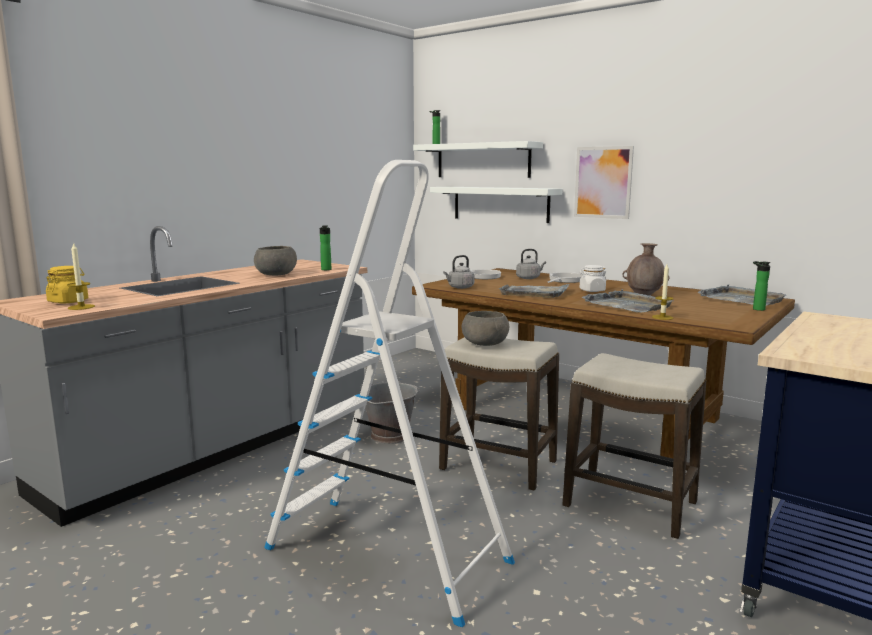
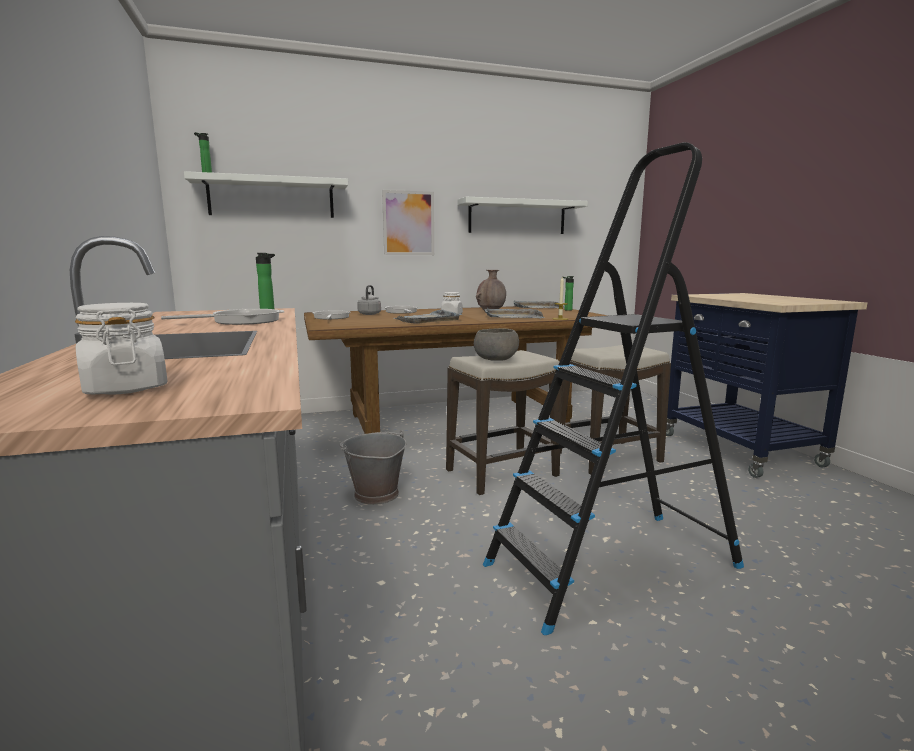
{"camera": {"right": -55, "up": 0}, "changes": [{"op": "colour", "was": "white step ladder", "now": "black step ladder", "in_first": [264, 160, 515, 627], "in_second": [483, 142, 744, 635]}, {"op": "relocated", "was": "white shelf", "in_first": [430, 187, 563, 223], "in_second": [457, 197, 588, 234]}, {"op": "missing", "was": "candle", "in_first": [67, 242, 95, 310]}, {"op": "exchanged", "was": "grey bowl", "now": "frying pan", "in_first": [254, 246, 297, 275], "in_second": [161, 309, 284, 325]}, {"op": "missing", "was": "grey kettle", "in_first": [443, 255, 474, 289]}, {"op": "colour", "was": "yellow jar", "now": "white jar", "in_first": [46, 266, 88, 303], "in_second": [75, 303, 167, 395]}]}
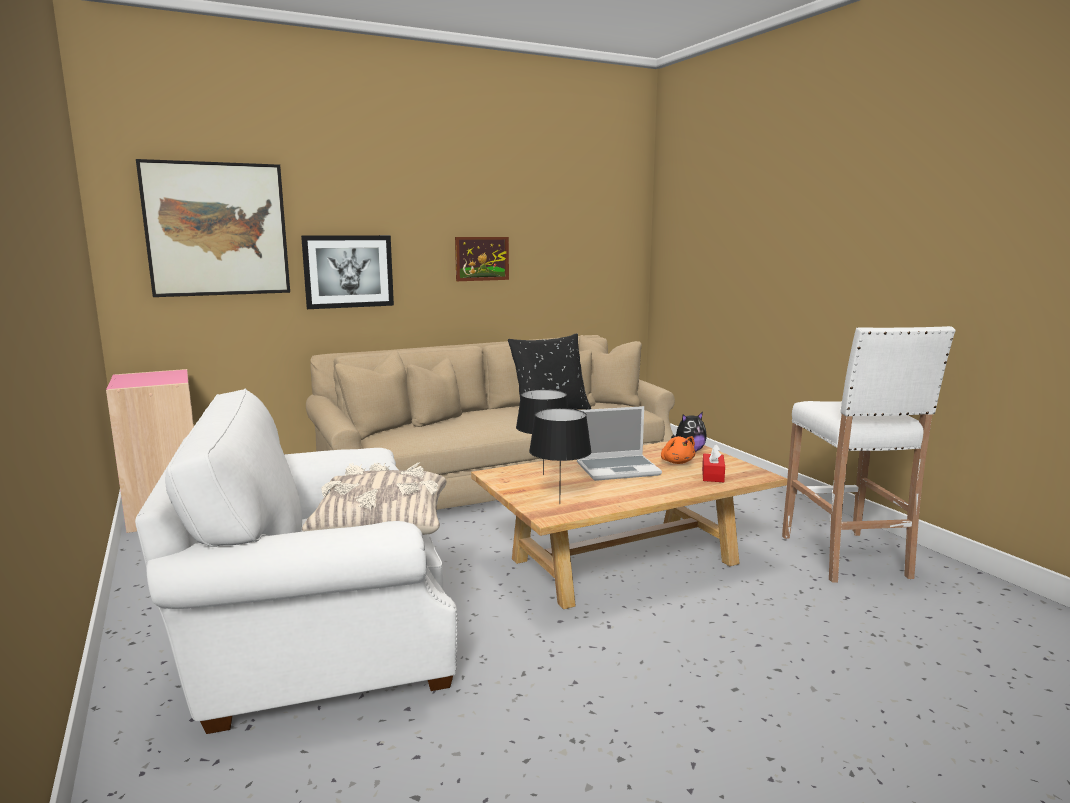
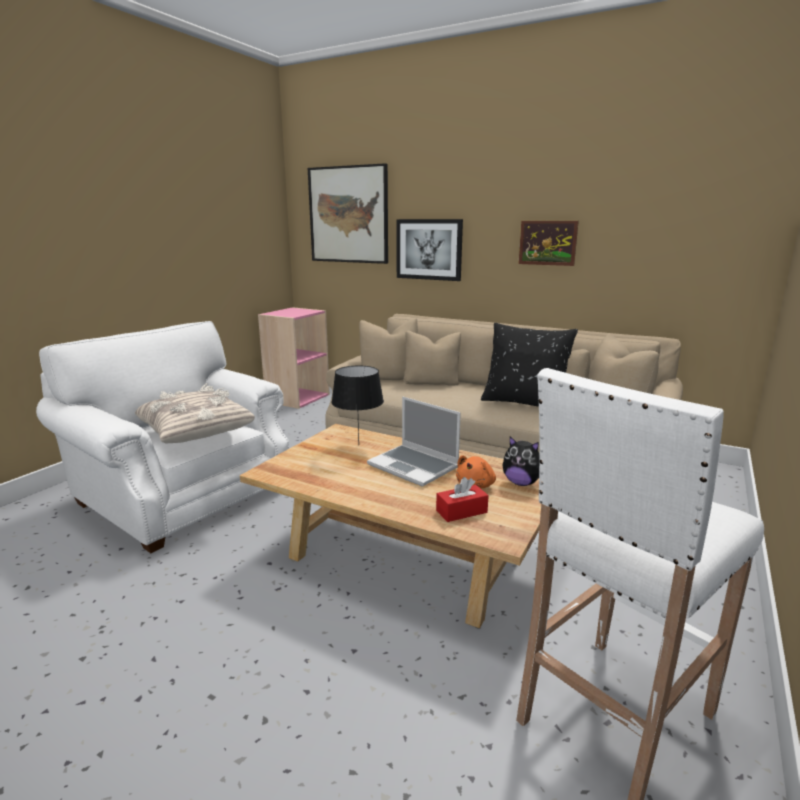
{"camera": {"right": 55, "up": 5}, "changes": [{"op": "missing", "was": "black table lamp", "in_first": [529, 408, 592, 504]}]}
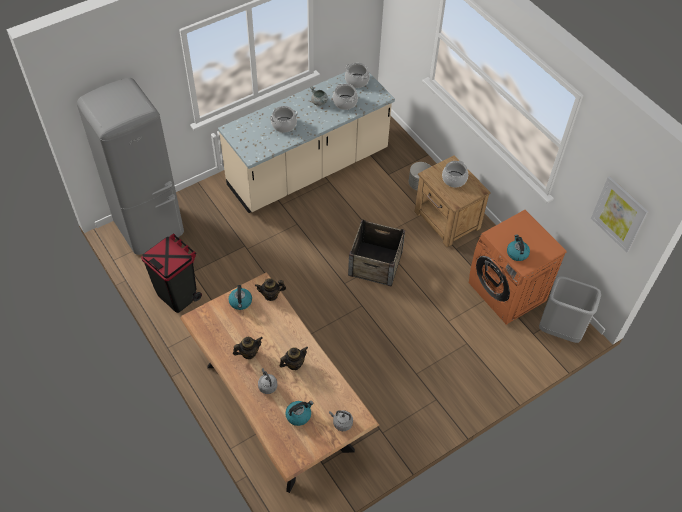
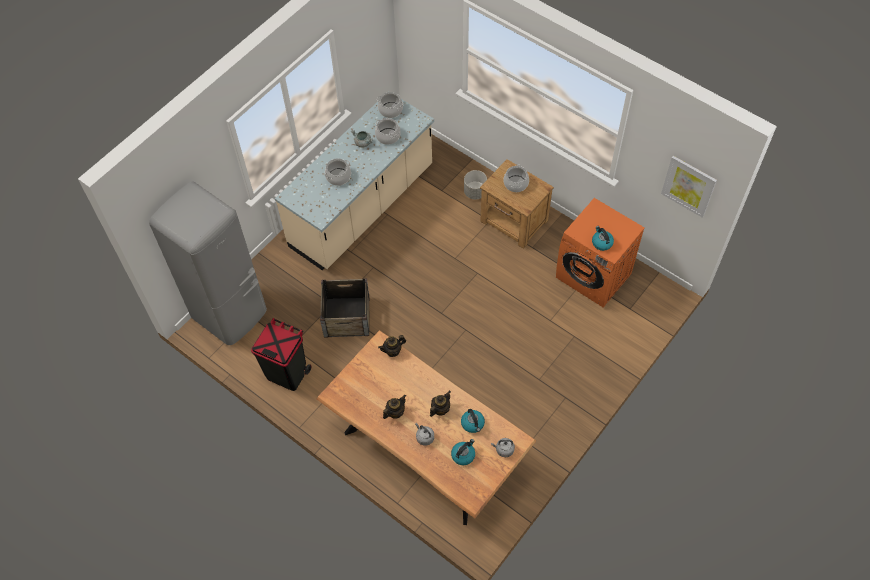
{"camera": {"right": -15, "up": 5}, "changes": [{"op": "relocated", "was": "crate", "in_first": [348, 220, 405, 287], "in_second": [320, 278, 370, 338]}, {"op": "missing", "was": "grey trash can", "in_first": [539, 276, 601, 343]}, {"op": "relocated", "was": "kettle", "in_first": [228, 285, 252, 310], "in_second": [461, 409, 485, 433]}]}
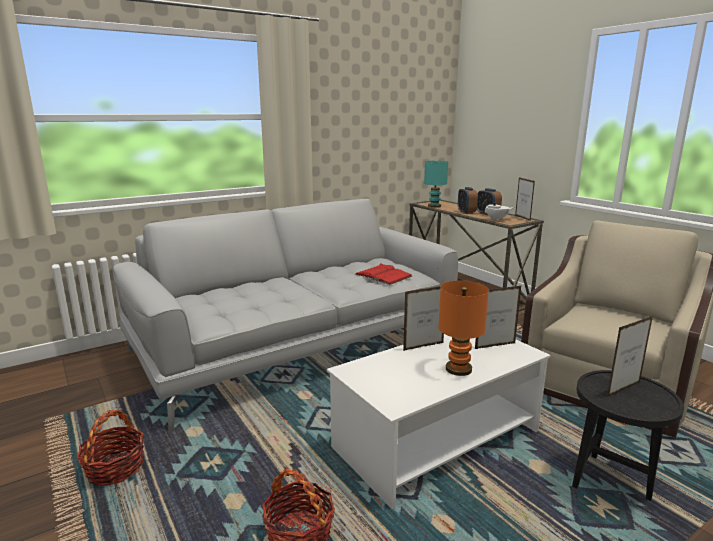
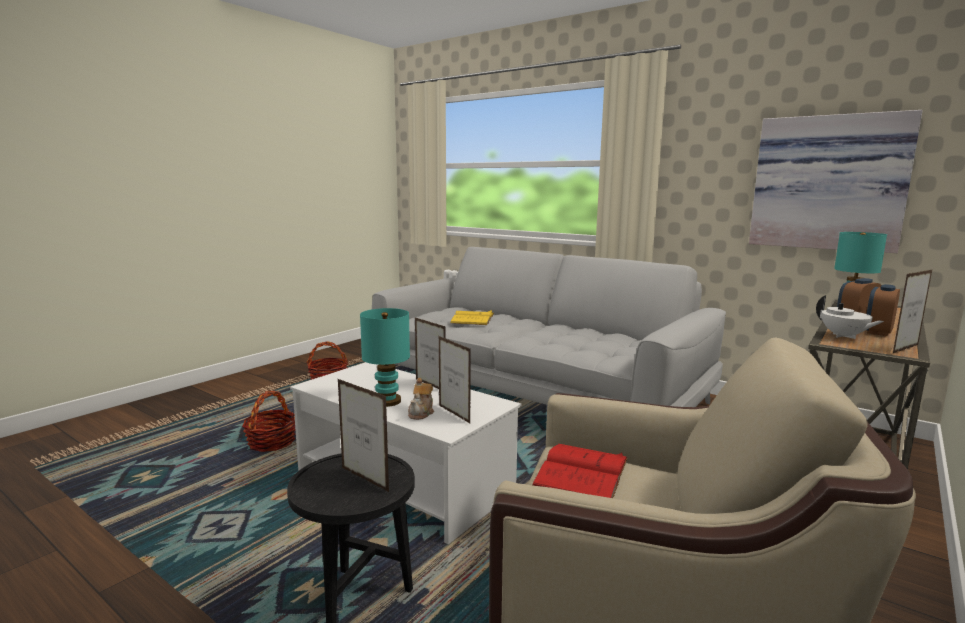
{"camera": {"right": 70, "up": -5}, "changes": [{"op": "relocated", "was": "red book", "in_first": [355, 263, 412, 285], "in_second": [533, 444, 628, 498]}, {"op": "colour", "was": "orange table lamp", "now": "turquoise table lamp", "in_first": [438, 280, 489, 376], "in_second": [360, 308, 410, 407]}, {"op": "appeared", "now": "picture", "in_second": [749, 110, 923, 253]}, {"op": "appeared", "now": "yellow book", "in_second": [450, 310, 494, 325]}, {"op": "appeared", "now": "teapot", "in_second": [408, 378, 434, 420]}]}
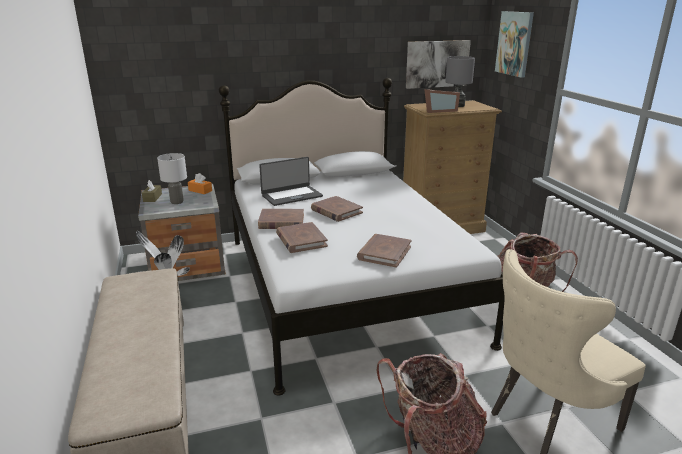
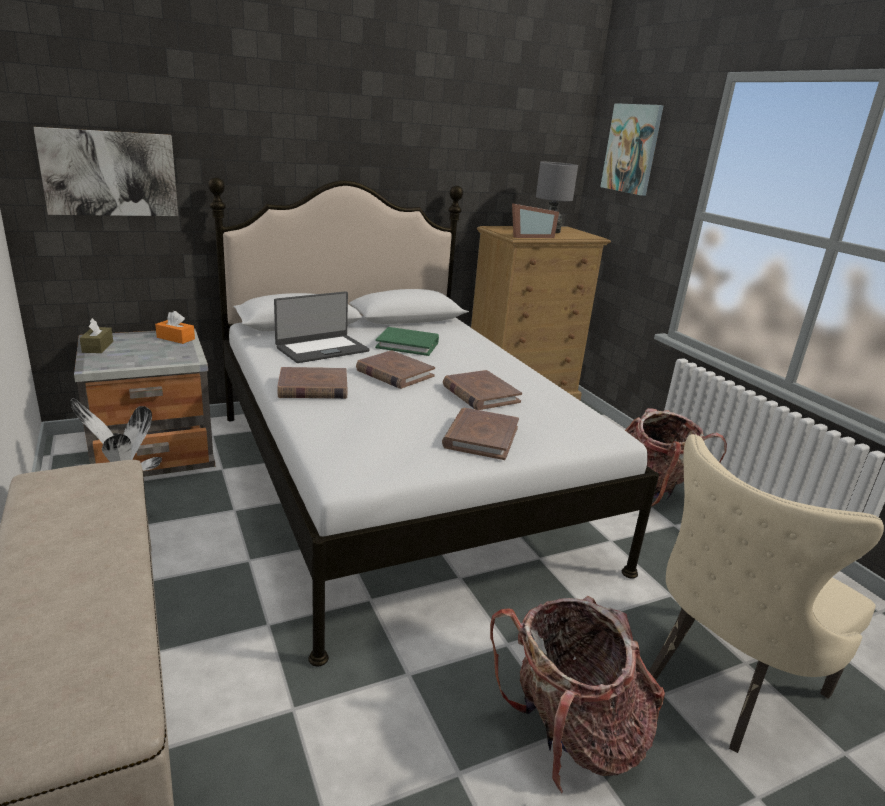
{"camera": {"right": -10, "up": 0}, "changes": [{"op": "relocated", "was": "picture", "in_first": [406, 40, 471, 89], "in_second": [33, 127, 178, 216]}, {"op": "missing", "was": "white table lamp", "in_first": [157, 153, 187, 204]}, {"op": "relocated", "was": "brown book", "in_first": [276, 222, 328, 253], "in_second": [443, 370, 522, 410]}, {"op": "appeared", "now": "green book", "in_second": [375, 327, 439, 356]}]}
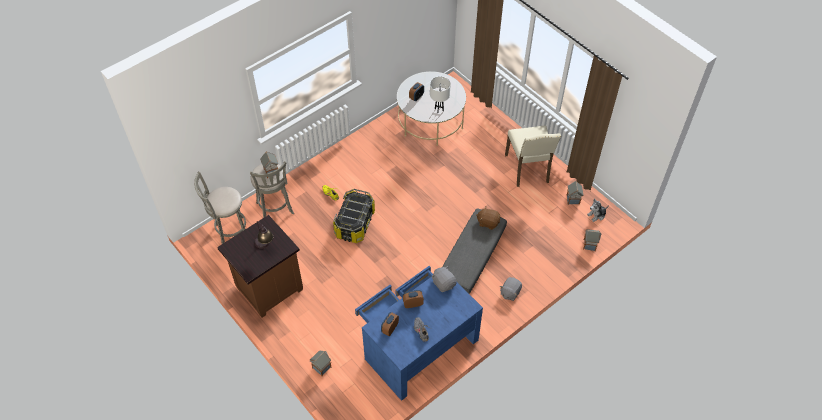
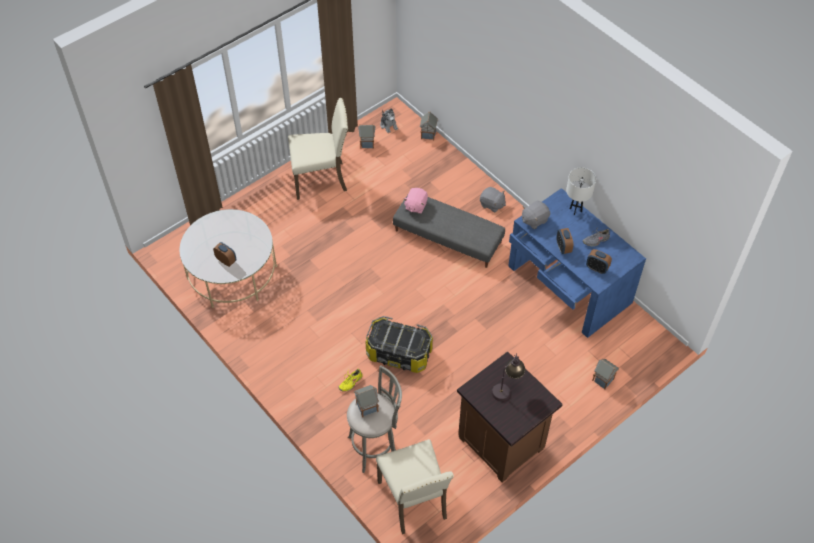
{"camera": {"right": -90, "up": 0}, "changes": [{"op": "relocated", "was": "white table lamp", "in_first": [430, 76, 451, 113], "in_second": [566, 167, 596, 215]}, {"op": "exchanged", "was": "grey stool", "now": "beige chair", "in_first": [194, 172, 246, 244], "in_second": [376, 439, 454, 534]}, {"op": "colour", "was": "brown plush toy", "now": "pink plush toy", "in_first": [476, 207, 500, 230], "in_second": [404, 188, 428, 214]}]}
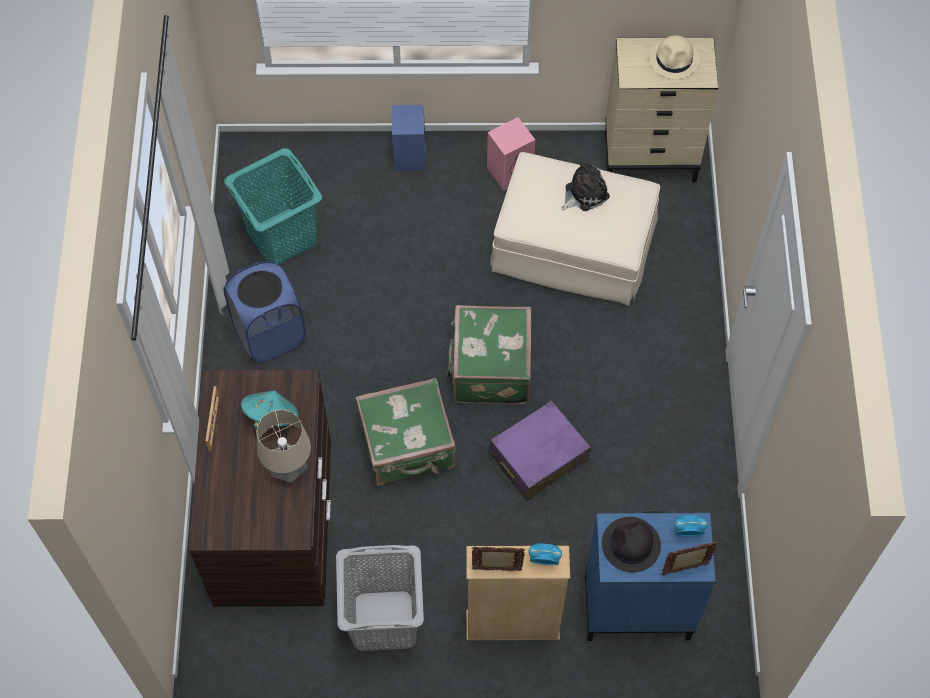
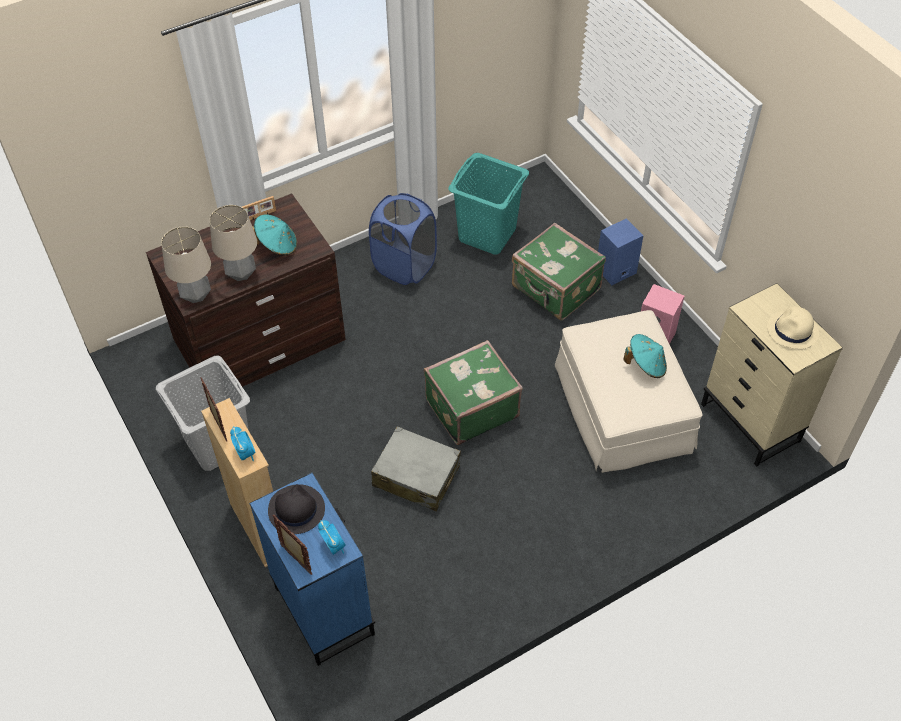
{"camera": {"right": 60, "up": -10}, "changes": [{"op": "exchanged", "was": "plush toy", "now": "turquoise hat", "in_first": [561, 161, 610, 211], "in_second": [624, 334, 667, 378]}, {"op": "relocated", "was": "green suitcase", "in_first": [355, 378, 456, 486], "in_second": [512, 223, 606, 321]}, {"op": "colour", "was": "purple suitcase", "now": "grey suitcase", "in_first": [489, 400, 591, 500], "in_second": [371, 426, 461, 511]}, {"op": "appeared", "now": "table lamp", "in_second": [161, 227, 211, 303]}]}
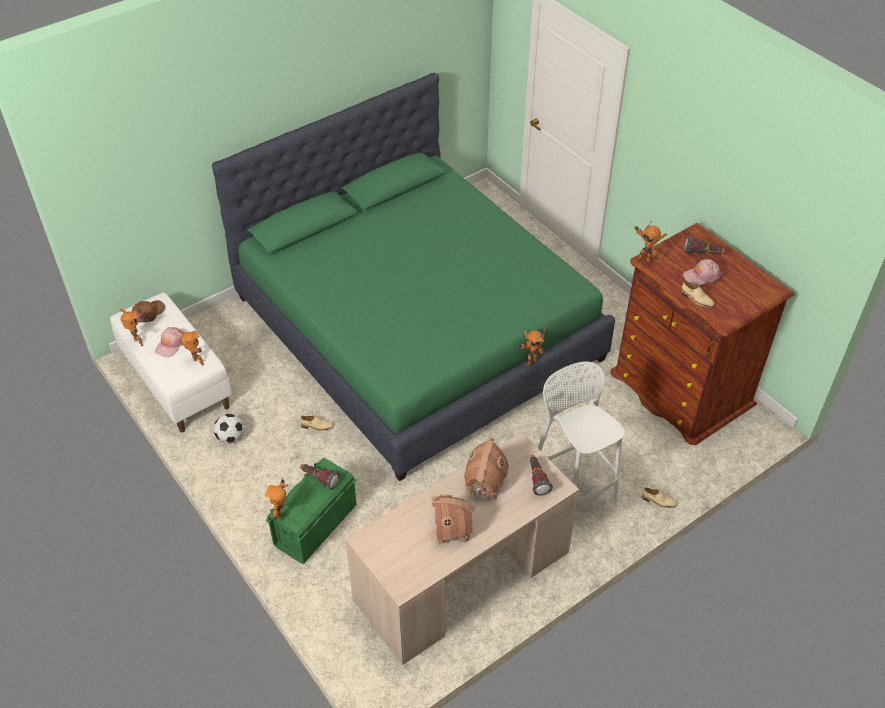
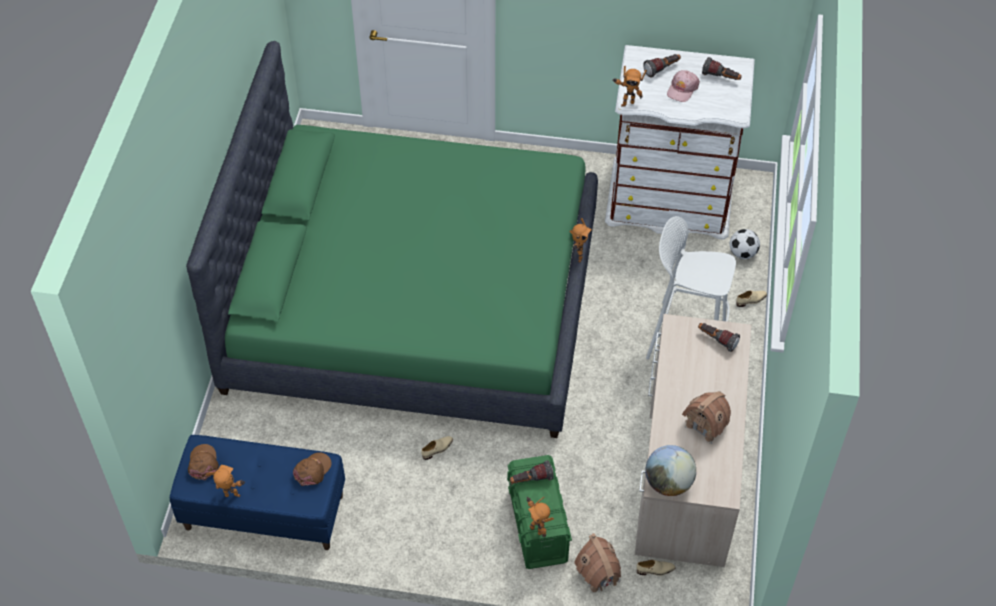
{"camera": {"right": -45, "up": 5}, "changes": [{"op": "colour", "was": "brown dresser", "now": "white dresser", "in_first": [611, 223, 794, 445], "in_second": [605, 45, 755, 240]}, {"op": "relocated", "was": "beige shoe", "in_first": [681, 281, 714, 307], "in_second": [637, 560, 676, 576]}, {"op": "colour", "was": "white bench", "now": "blue bench", "in_first": [110, 293, 232, 432], "in_second": [170, 435, 345, 550]}, {"op": "missing", "was": "pink cap", "in_first": [155, 327, 183, 357]}, {"op": "exchanged", "was": "toy robot", "now": "brown cap", "in_first": [178, 330, 204, 366], "in_second": [293, 452, 332, 486]}, {"op": "relocated", "was": "football", "in_first": [214, 414, 244, 444], "in_second": [730, 229, 760, 259]}, {"op": "relocated", "was": "toy house", "in_first": [464, 436, 509, 501], "in_second": [574, 533, 621, 592]}, {"op": "appeared", "now": "flashlight", "in_second": [702, 57, 742, 80]}, {"op": "appeared", "now": "globe", "in_second": [645, 445, 696, 496]}]}
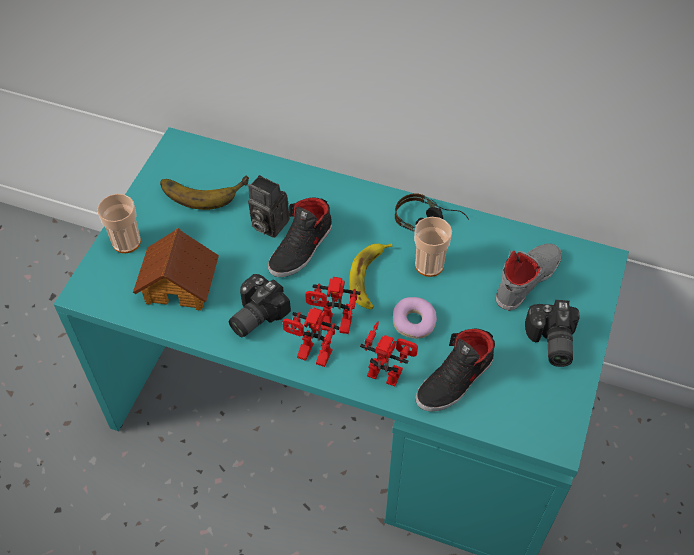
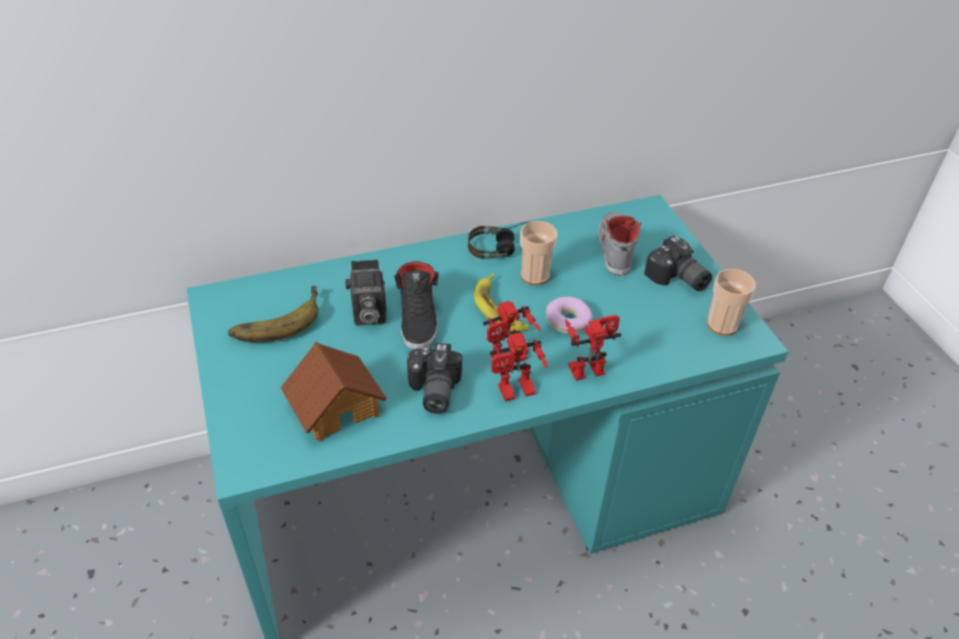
{"camera": {"right": -40, "up": -10}, "changes": [{"op": "relocated", "was": "cup", "in_first": [97, 194, 141, 253], "in_second": [707, 269, 756, 335]}, {"op": "missing", "was": "black shoe", "in_first": [415, 328, 495, 412]}]}
